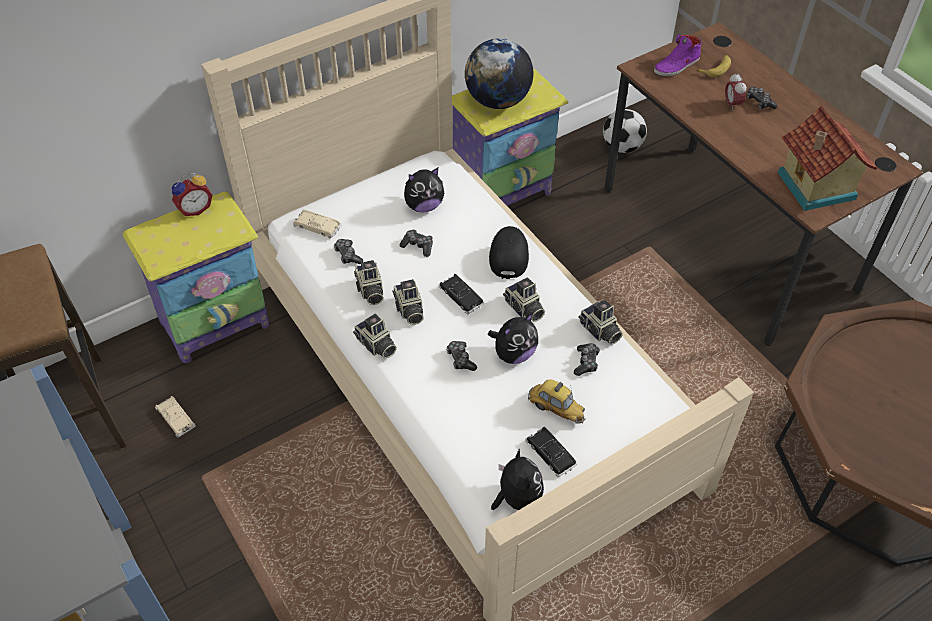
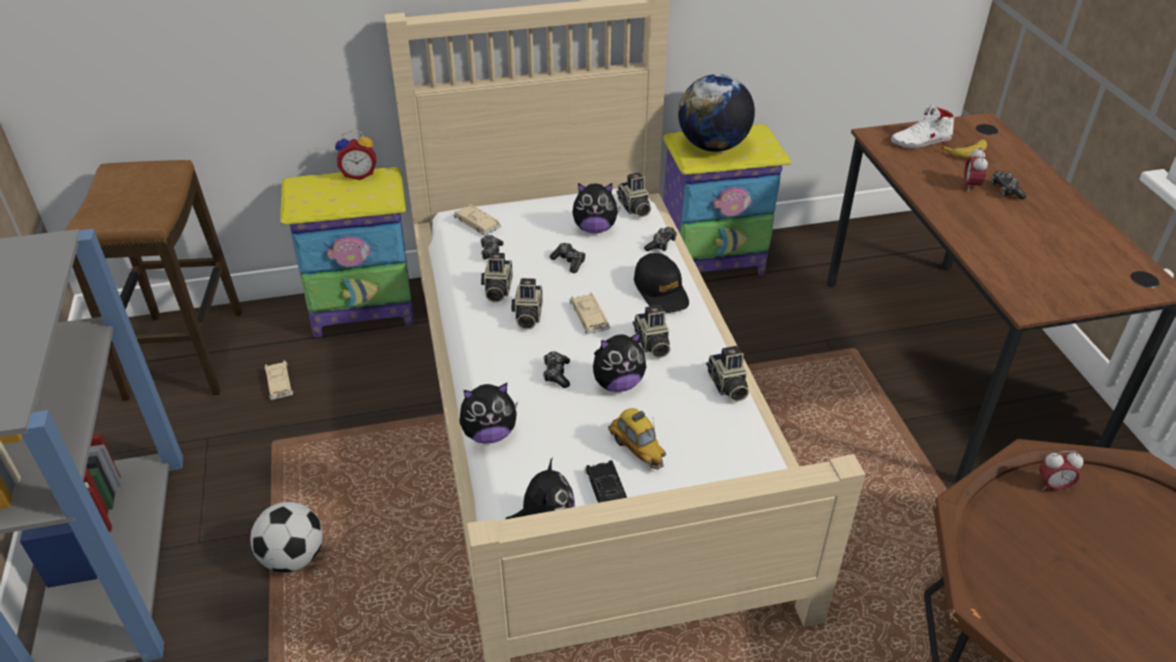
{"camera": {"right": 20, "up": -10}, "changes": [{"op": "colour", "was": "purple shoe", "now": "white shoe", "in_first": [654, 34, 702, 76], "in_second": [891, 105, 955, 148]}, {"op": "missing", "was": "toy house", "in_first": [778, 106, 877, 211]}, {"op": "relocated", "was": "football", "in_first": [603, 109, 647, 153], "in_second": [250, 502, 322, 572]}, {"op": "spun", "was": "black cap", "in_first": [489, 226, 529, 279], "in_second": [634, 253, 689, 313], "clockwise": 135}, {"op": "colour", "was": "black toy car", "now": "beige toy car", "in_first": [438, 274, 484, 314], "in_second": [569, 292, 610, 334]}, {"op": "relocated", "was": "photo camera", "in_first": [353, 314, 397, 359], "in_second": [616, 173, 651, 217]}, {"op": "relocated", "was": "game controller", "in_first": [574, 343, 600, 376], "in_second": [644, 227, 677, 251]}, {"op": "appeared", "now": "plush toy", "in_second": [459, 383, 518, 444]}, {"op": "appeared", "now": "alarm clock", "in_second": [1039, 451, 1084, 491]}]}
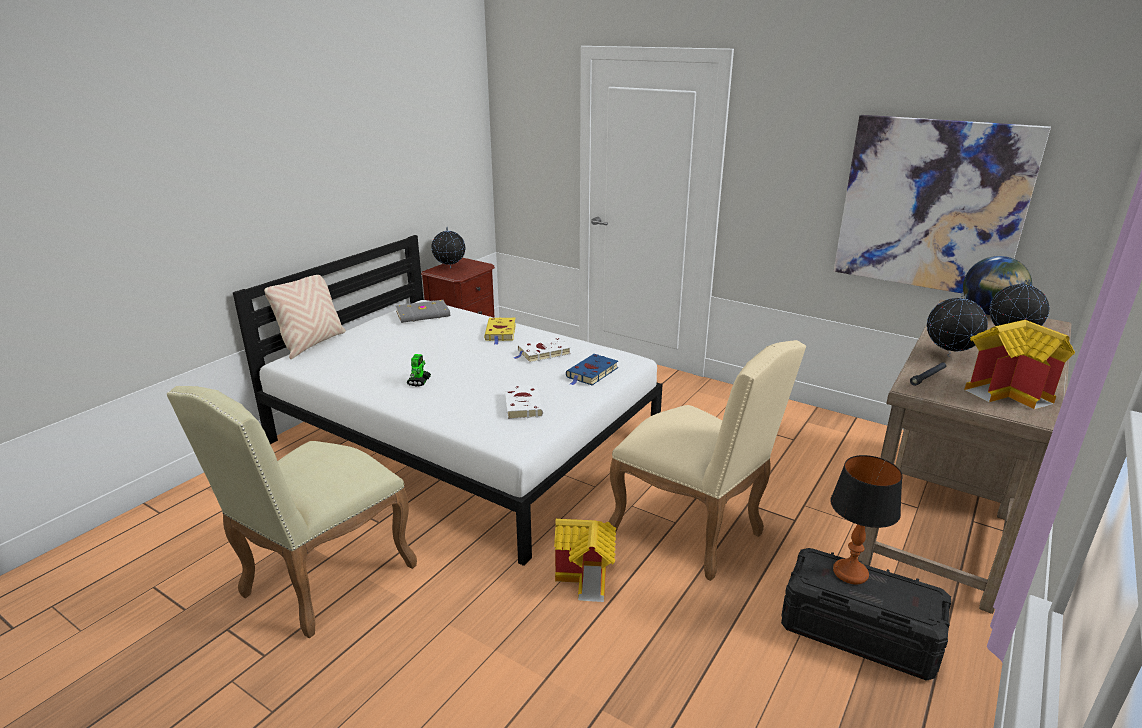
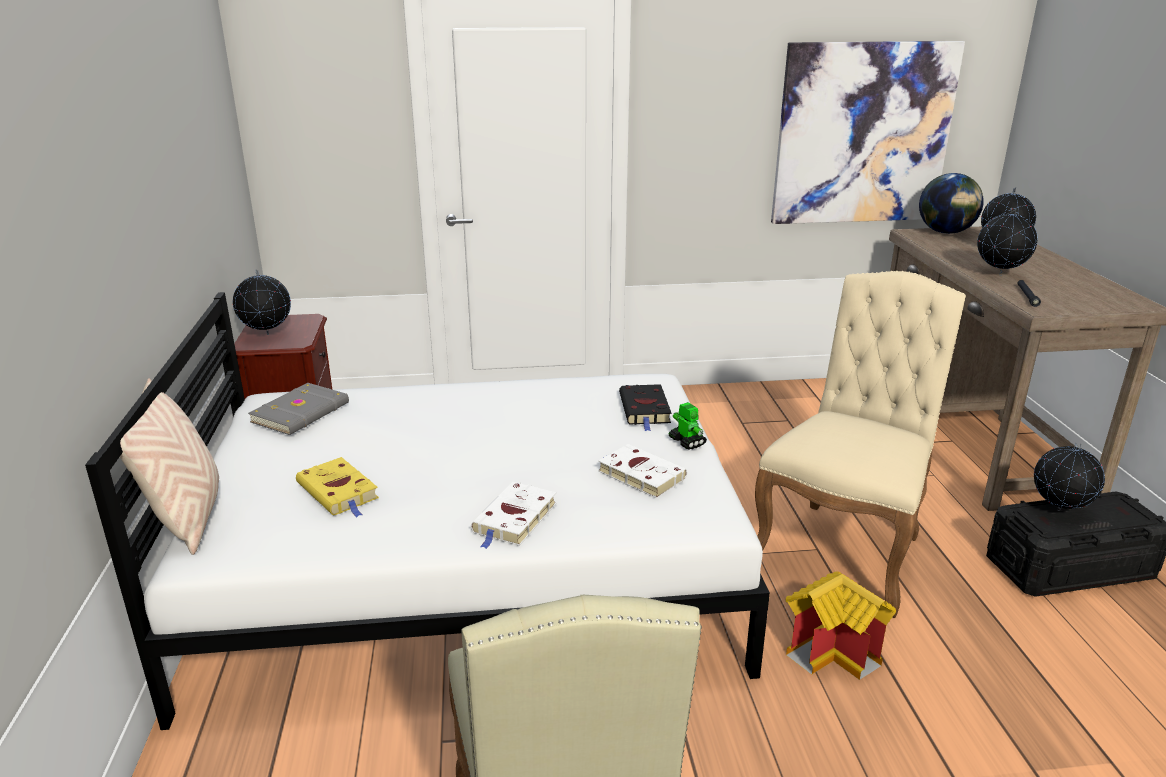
{"camera": {"right": -40, "up": 0}, "changes": [{"op": "relocated", "was": "yellow book", "in_first": [484, 317, 516, 345], "in_second": [296, 457, 379, 517]}, {"op": "missing", "was": "toy house", "in_first": [964, 320, 1075, 409]}, {"op": "relocated", "was": "white book", "in_first": [514, 337, 571, 363], "in_second": [471, 482, 557, 549]}, {"op": "spun", "was": "beige chair", "in_first": [608, 340, 806, 581], "in_second": [755, 271, 966, 618], "clockwise": -60}, {"op": "relocated", "was": "toy robot", "in_first": [407, 354, 431, 386], "in_second": [668, 402, 707, 450]}, {"op": "colour", "was": "blue book", "now": "black book", "in_first": [566, 354, 618, 385], "in_second": [619, 384, 672, 431]}, {"op": "exchanged", "was": "table lamp", "now": "globe", "in_first": [830, 455, 903, 584], "in_second": [1034, 443, 1105, 511]}]}
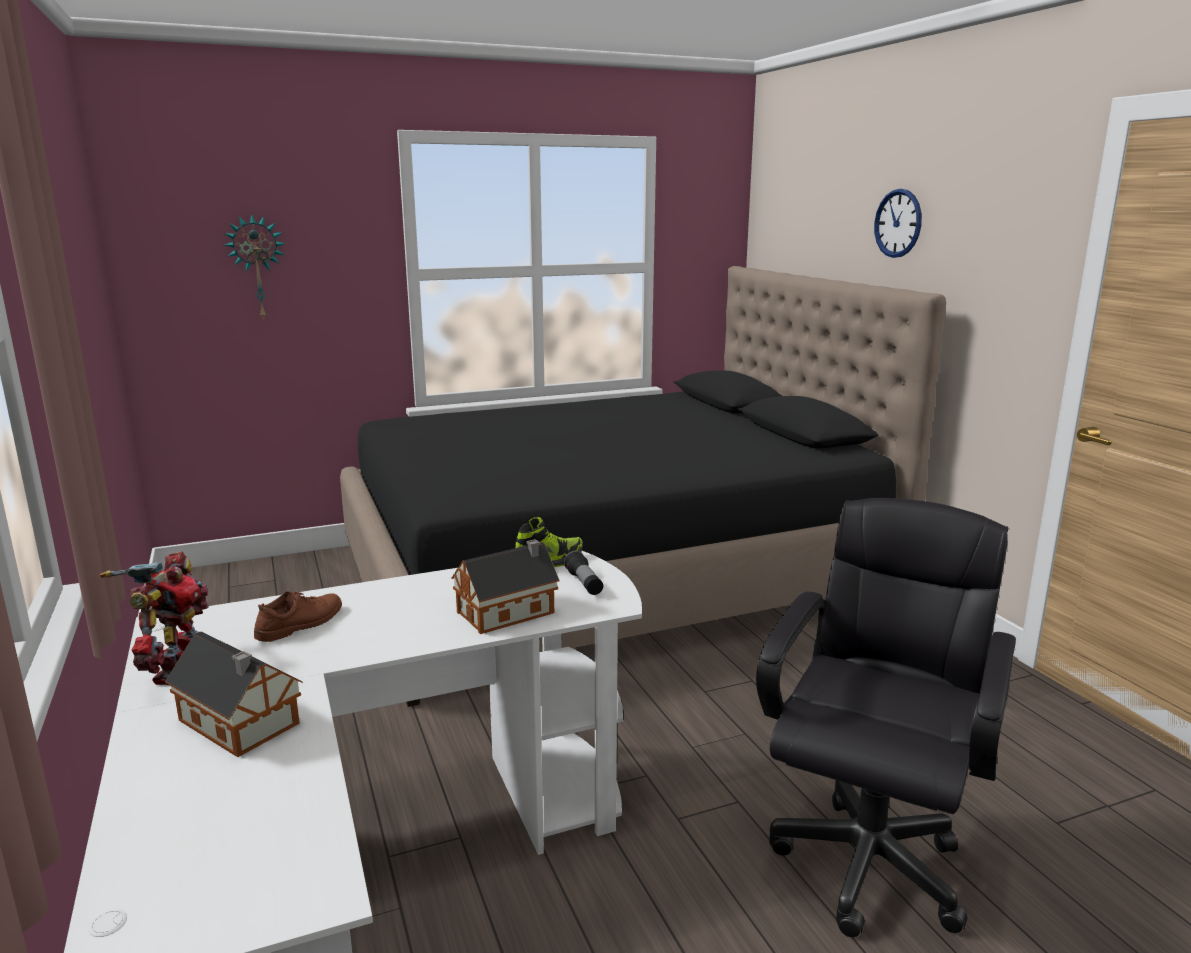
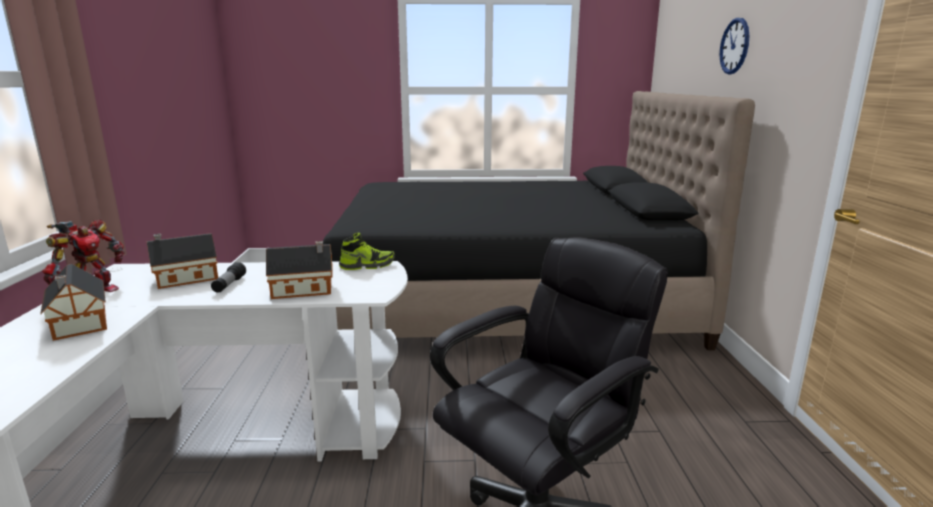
{"camera": {"right": 20, "up": 0}, "changes": [{"op": "missing", "was": "wall clock", "in_first": [224, 214, 285, 321]}, {"op": "relocated", "was": "flashlight", "in_first": [564, 551, 603, 595], "in_second": [211, 262, 246, 293]}, {"op": "exchanged", "was": "brown shoe", "now": "toy house", "in_first": [254, 591, 342, 642], "in_second": [147, 233, 218, 289]}]}
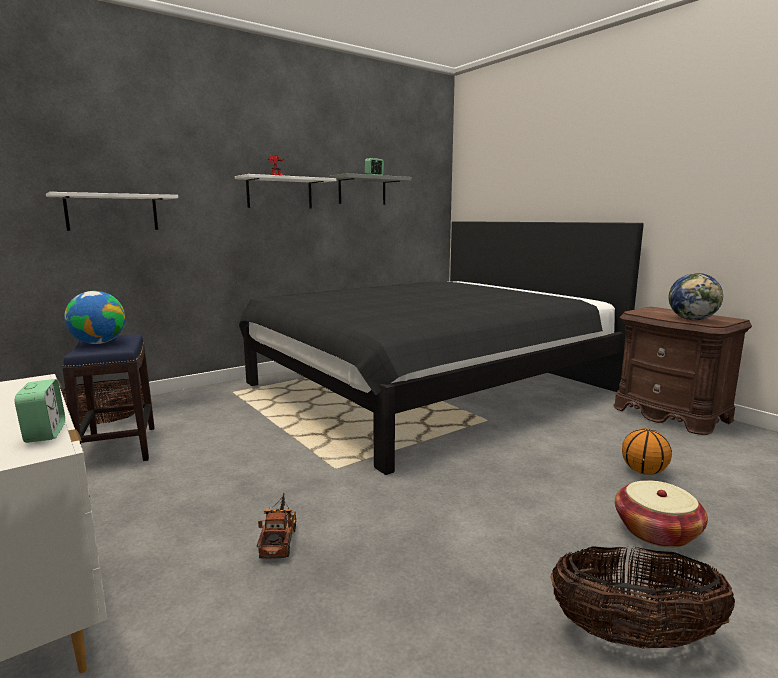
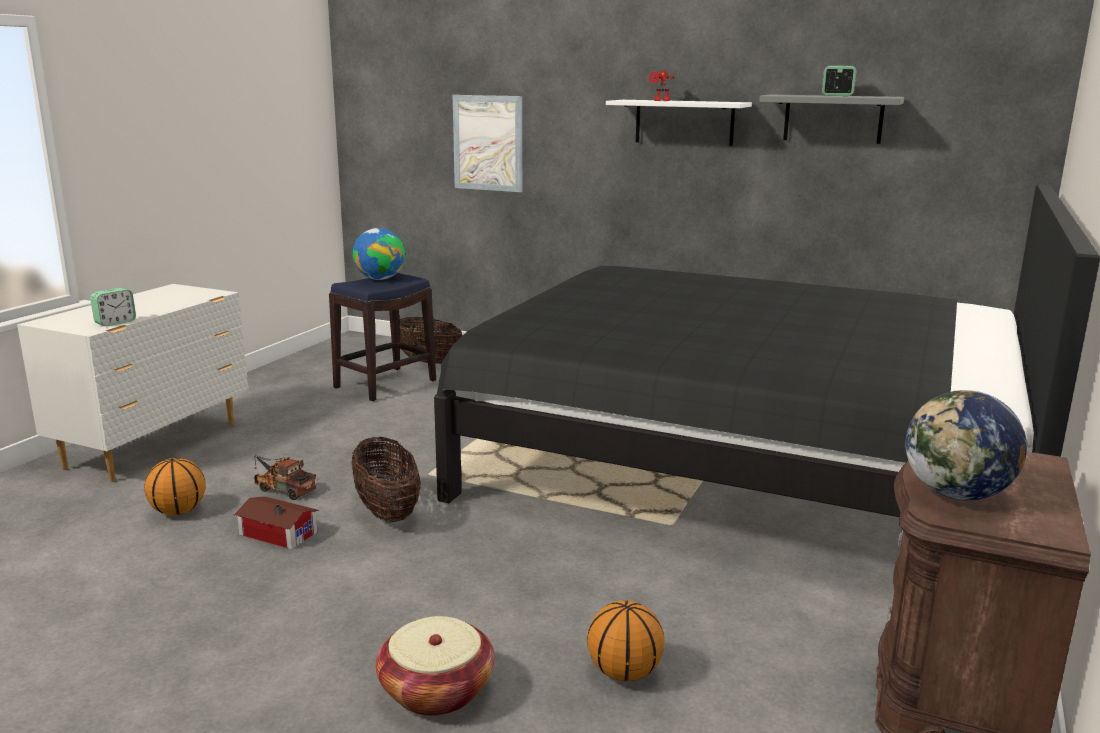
{"camera": {"right": 60, "up": 5}, "changes": [{"op": "exchanged", "was": "white shelf", "now": "picture", "in_first": [46, 192, 178, 231], "in_second": [453, 95, 522, 192]}, {"op": "spun", "was": "toy truck", "in_first": [257, 493, 297, 559], "in_second": [254, 455, 316, 500], "clockwise": -120}, {"op": "relocated", "was": "basket", "in_first": [551, 546, 735, 649], "in_second": [351, 437, 421, 523]}, {"op": "appeared", "now": "basketball", "in_second": [144, 458, 206, 515]}, {"op": "appeared", "now": "toy house", "in_second": [234, 497, 319, 549]}]}
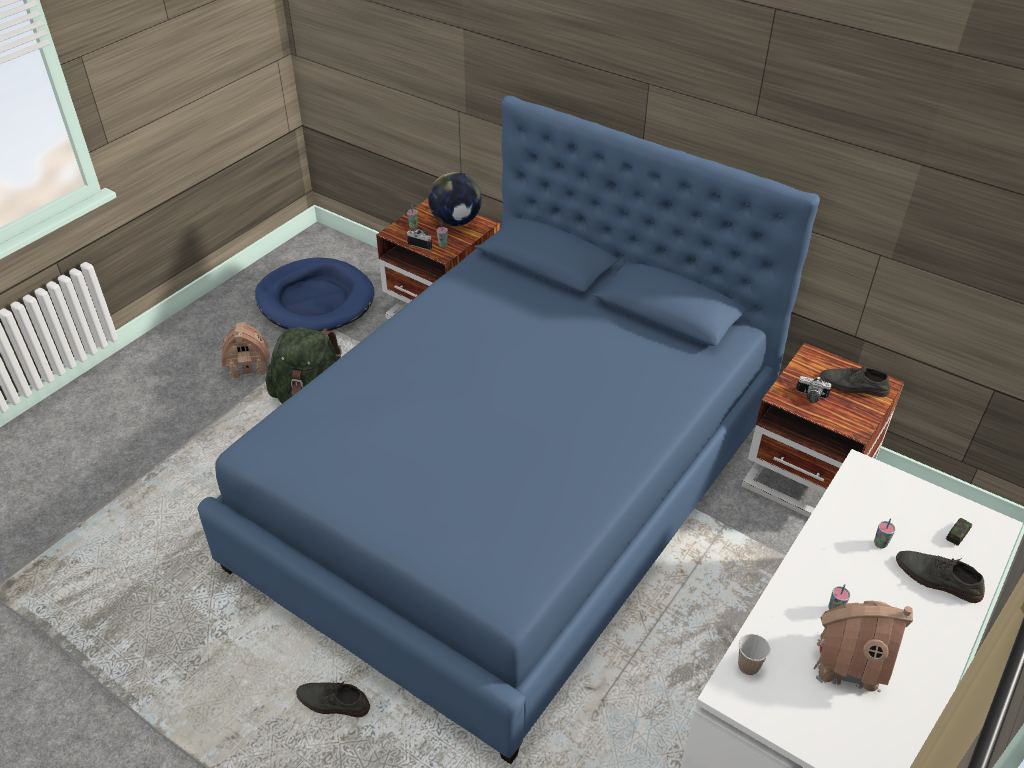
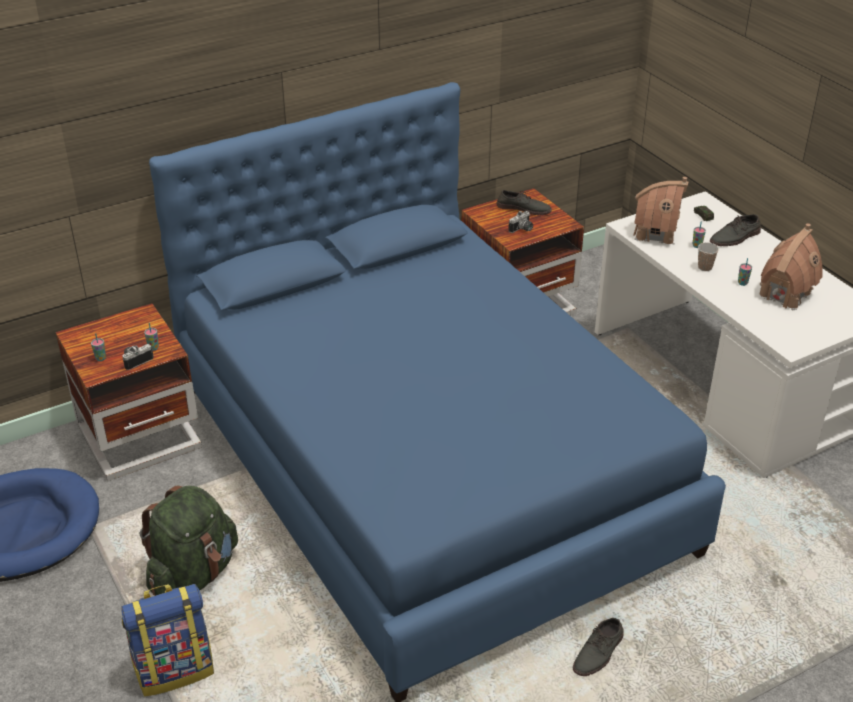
{"camera": {"right": -65, "up": -5}, "changes": [{"op": "missing", "was": "globe", "in_first": [428, 172, 482, 226]}, {"op": "relocated", "was": "toy house", "in_first": [221, 322, 270, 380], "in_second": [633, 177, 688, 245]}, {"op": "spun", "was": "grey shoe", "in_first": [820, 365, 890, 397], "in_second": [496, 190, 552, 215], "clockwise": -120}, {"op": "relocated", "was": "cup", "in_first": [738, 634, 770, 675], "in_second": [698, 242, 719, 271]}, {"op": "appeared", "now": "backpack", "in_second": [121, 584, 214, 697]}]}
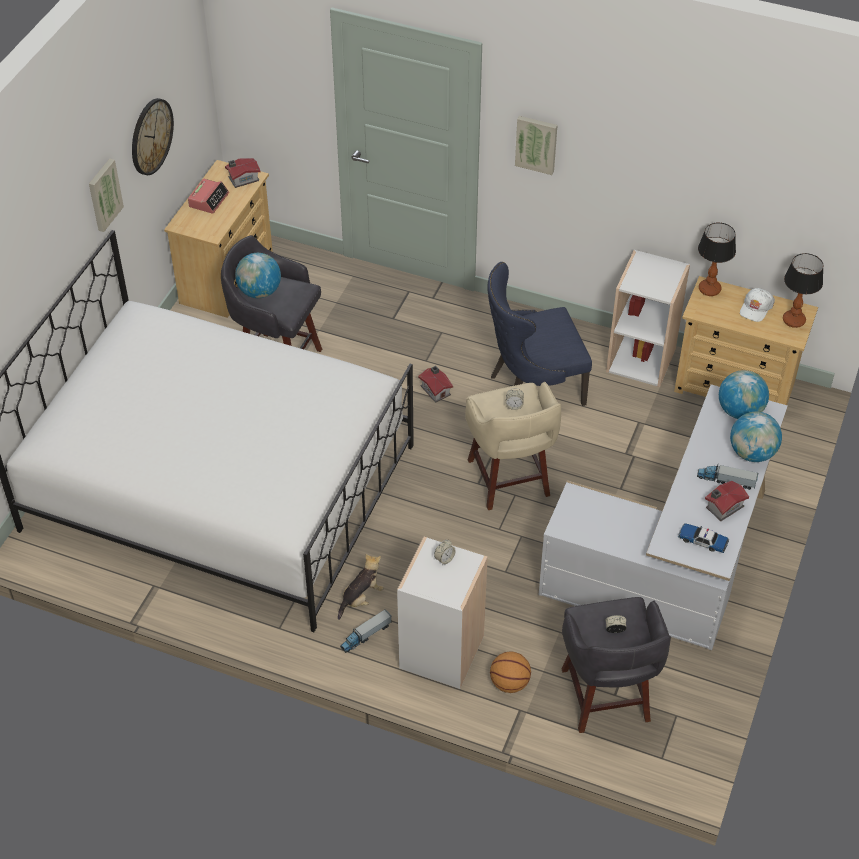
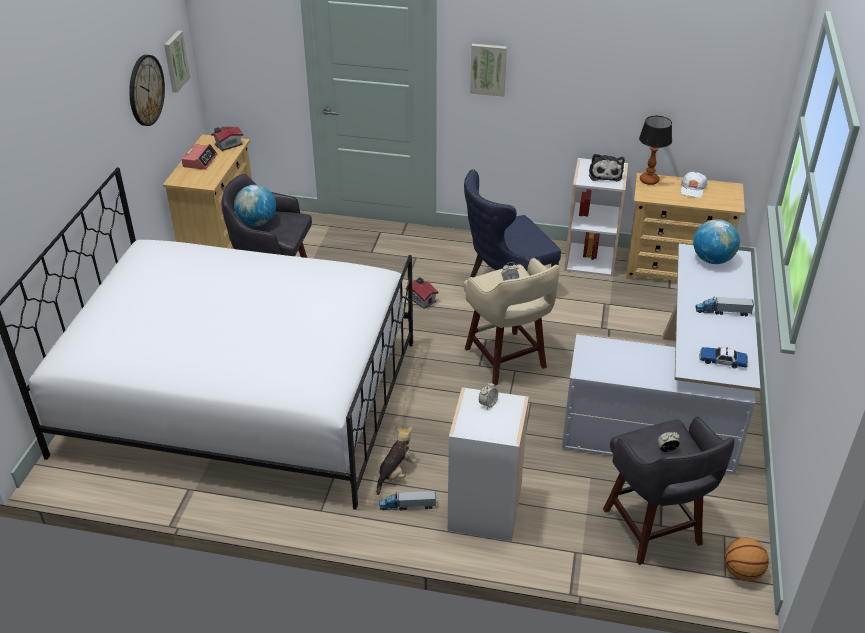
{"camera": {"right": -10, "up": -10}, "changes": [{"op": "relocated", "was": "picture", "in_first": [89, 158, 124, 232], "in_second": [164, 31, 190, 93]}, {"op": "missing", "was": "table lamp", "in_first": [783, 253, 824, 328]}, {"op": "missing", "was": "globe", "in_first": [730, 412, 782, 462]}, {"op": "missing", "was": "toy house", "in_first": [705, 481, 749, 521]}, {"op": "spun", "was": "toy truck", "in_first": [340, 609, 392, 653], "in_second": [380, 491, 436, 511], "clockwise": 45}, {"op": "relocated", "was": "basketball", "in_first": [490, 651, 531, 693], "in_second": [724, 537, 769, 581]}, {"op": "appeared", "now": "plush toy", "in_second": [589, 154, 625, 181]}]}
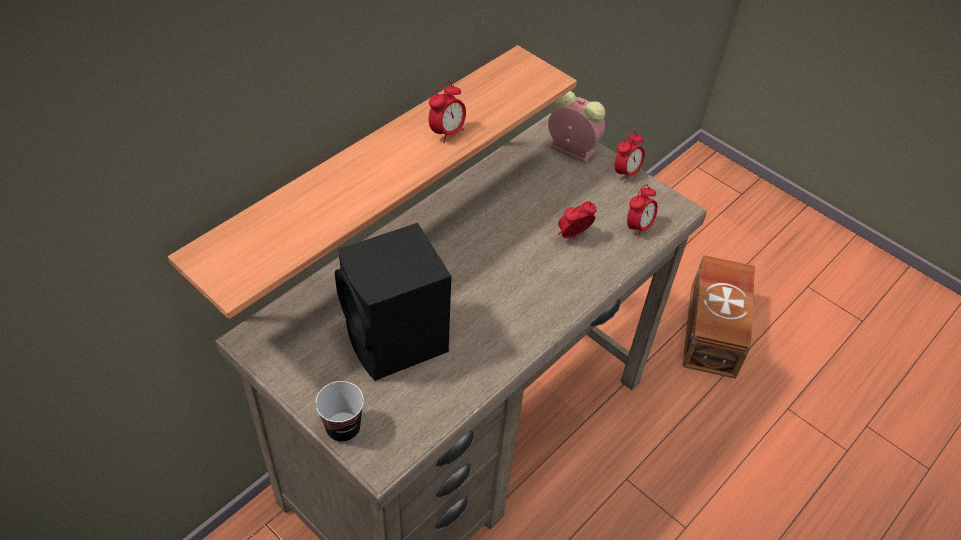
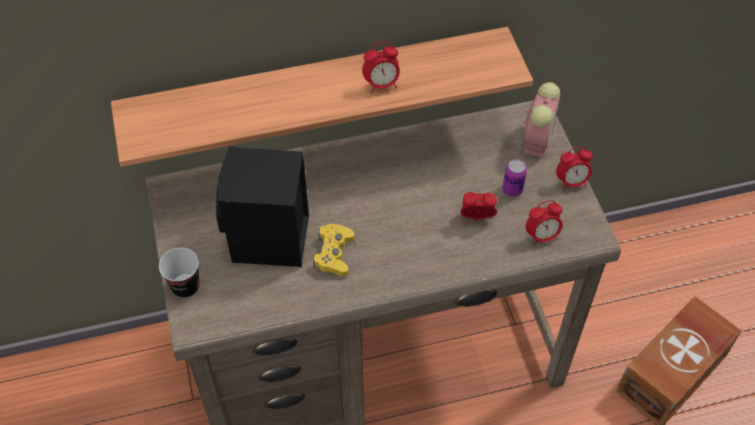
{"camera": {"right": 35, "up": 5}, "changes": [{"op": "spun", "was": "alarm clock", "in_first": [548, 91, 605, 163], "in_second": [523, 82, 560, 158], "clockwise": 45}, {"op": "appeared", "now": "can", "in_second": [502, 159, 527, 197]}, {"op": "appeared", "now": "yellow game controller", "in_second": [313, 224, 355, 276]}]}
